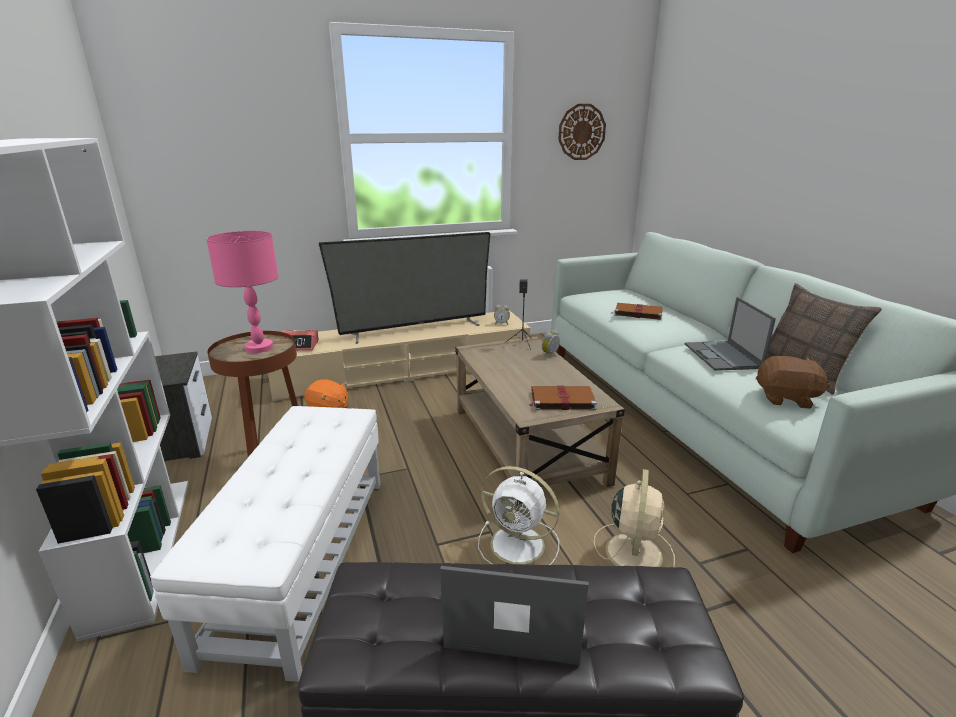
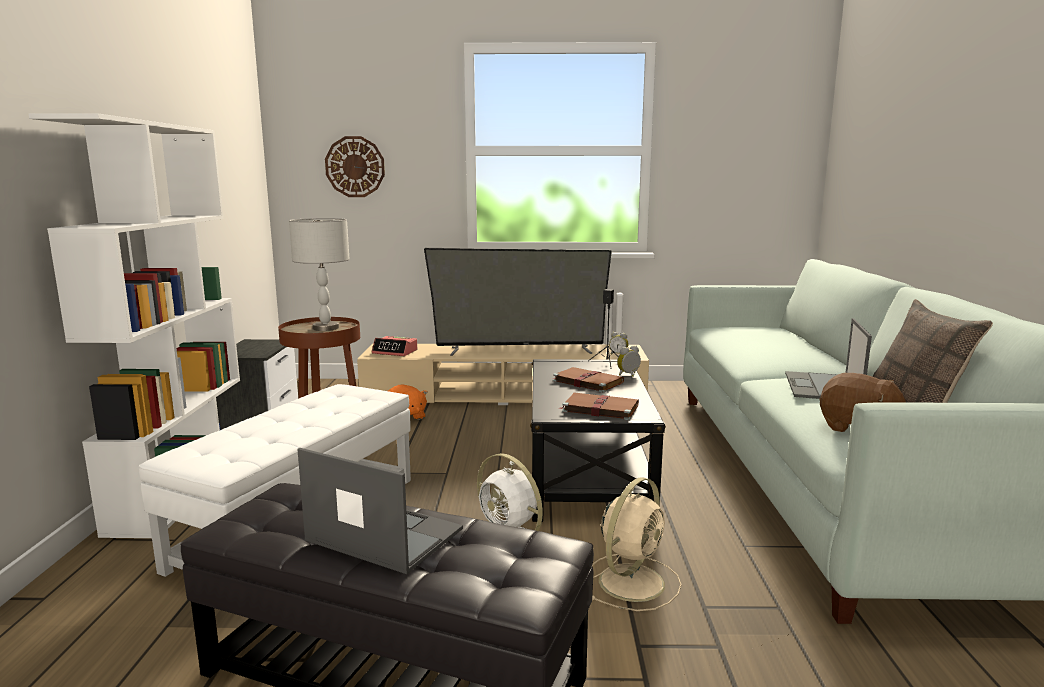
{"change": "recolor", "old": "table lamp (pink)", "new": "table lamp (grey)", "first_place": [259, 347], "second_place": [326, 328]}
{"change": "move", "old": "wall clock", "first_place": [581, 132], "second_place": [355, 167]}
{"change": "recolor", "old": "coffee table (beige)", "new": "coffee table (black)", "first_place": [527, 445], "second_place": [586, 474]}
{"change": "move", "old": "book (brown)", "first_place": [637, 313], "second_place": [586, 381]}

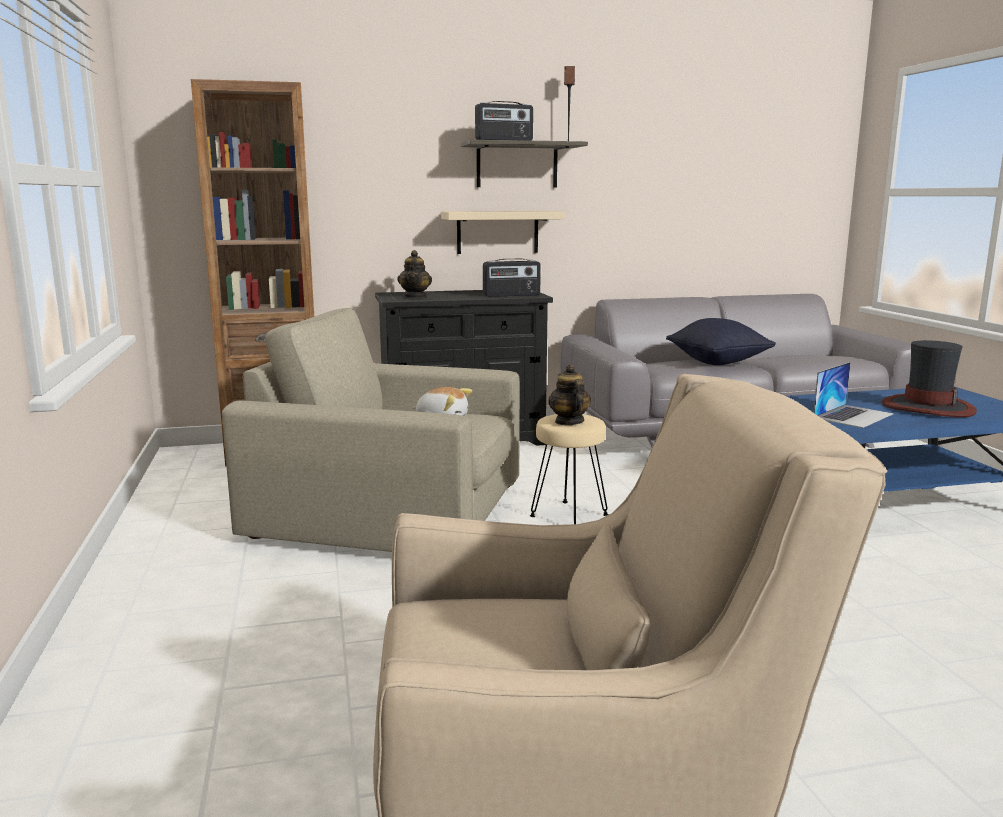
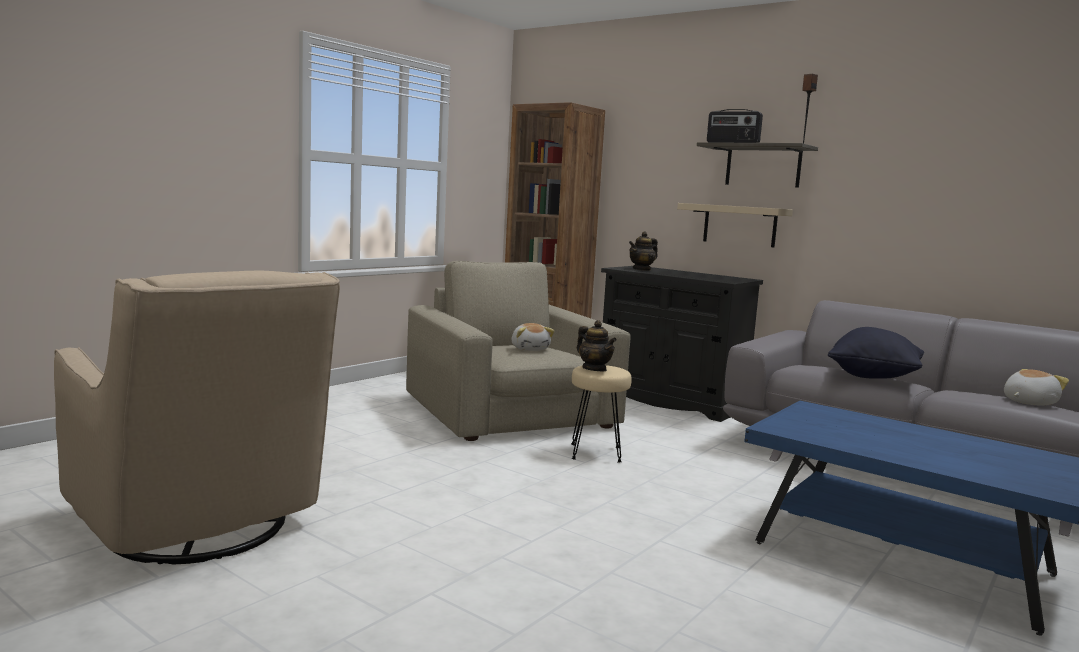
{"change": "rotate", "old": "teapot", "first_place": [569, 422], "second_place": [594, 369], "degrees": 105}
{"change": "insert", "new": "plush toy", "second_place": [1028, 402]}
{"change": "delete", "old": "radio", "first_place": [511, 295]}
{"change": "delete", "old": "laptop", "first_place": [853, 416]}
{"change": "delete", "old": "hat", "first_place": [927, 407]}

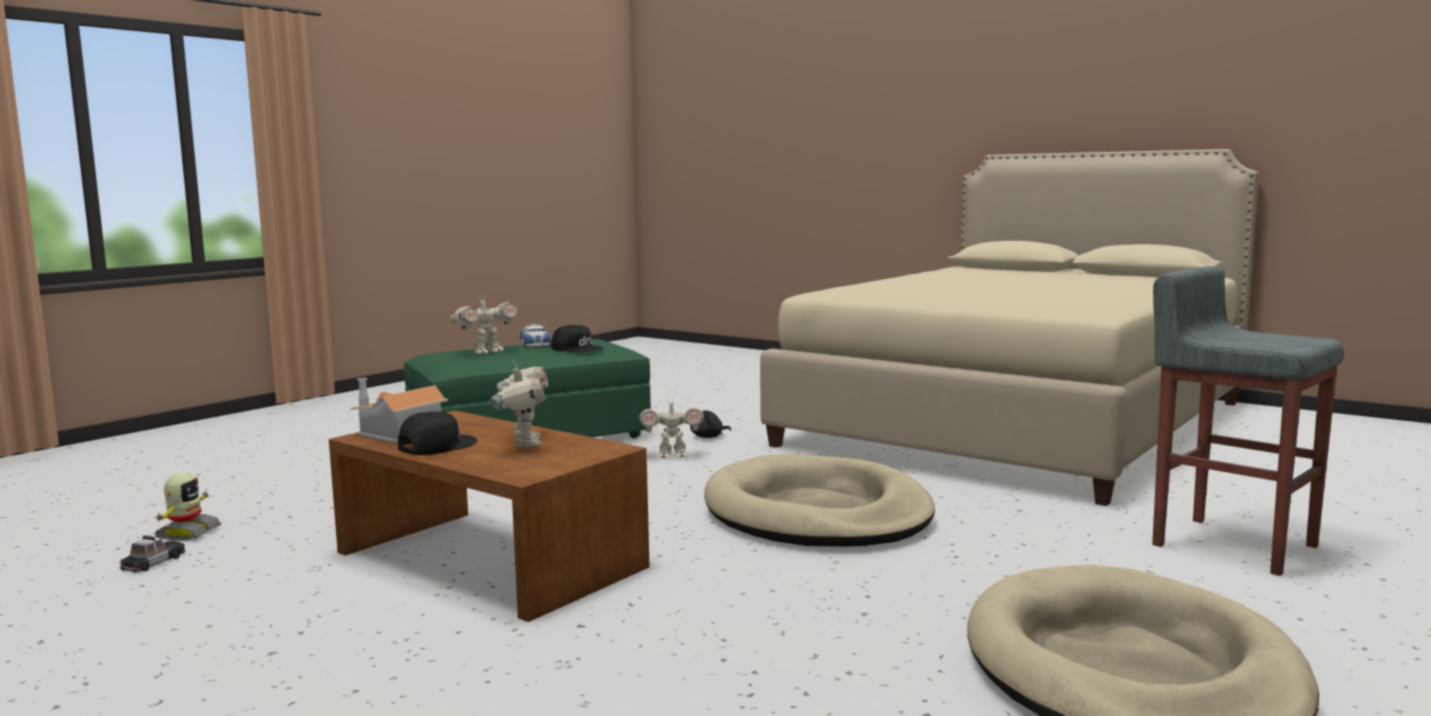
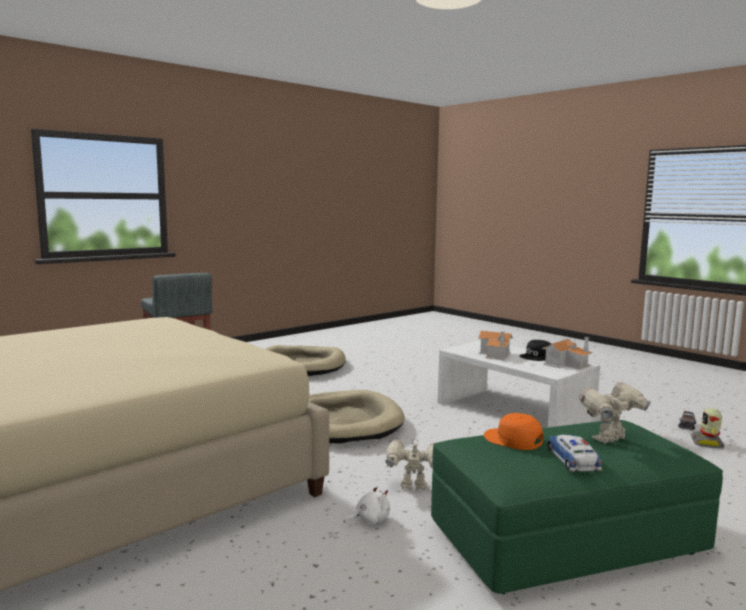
{"change": "recolor", "old": "plush toy (black)", "new": "plush toy (white)", "first_place": [709, 437], "second_place": [370, 519]}
{"change": "recolor", "old": "coffee table (brown)", "new": "coffee table (white)", "first_place": [488, 560], "second_place": [513, 412]}
{"change": "replace", "old": "toy robot", "new": "toy house", "first_place": [524, 443], "second_place": [496, 354]}
{"change": "recolor", "old": "cap (black)", "new": "cap (orange)", "first_place": [577, 348], "second_place": [513, 439]}

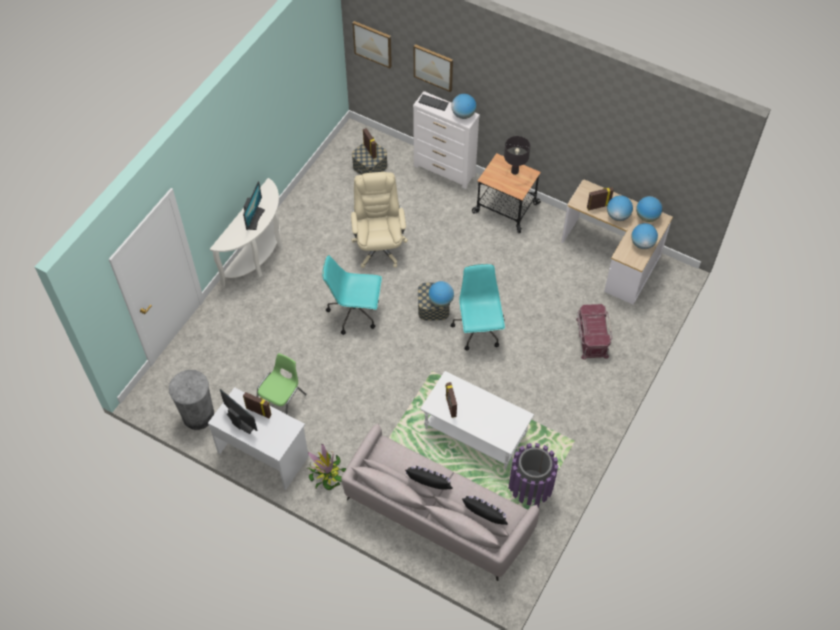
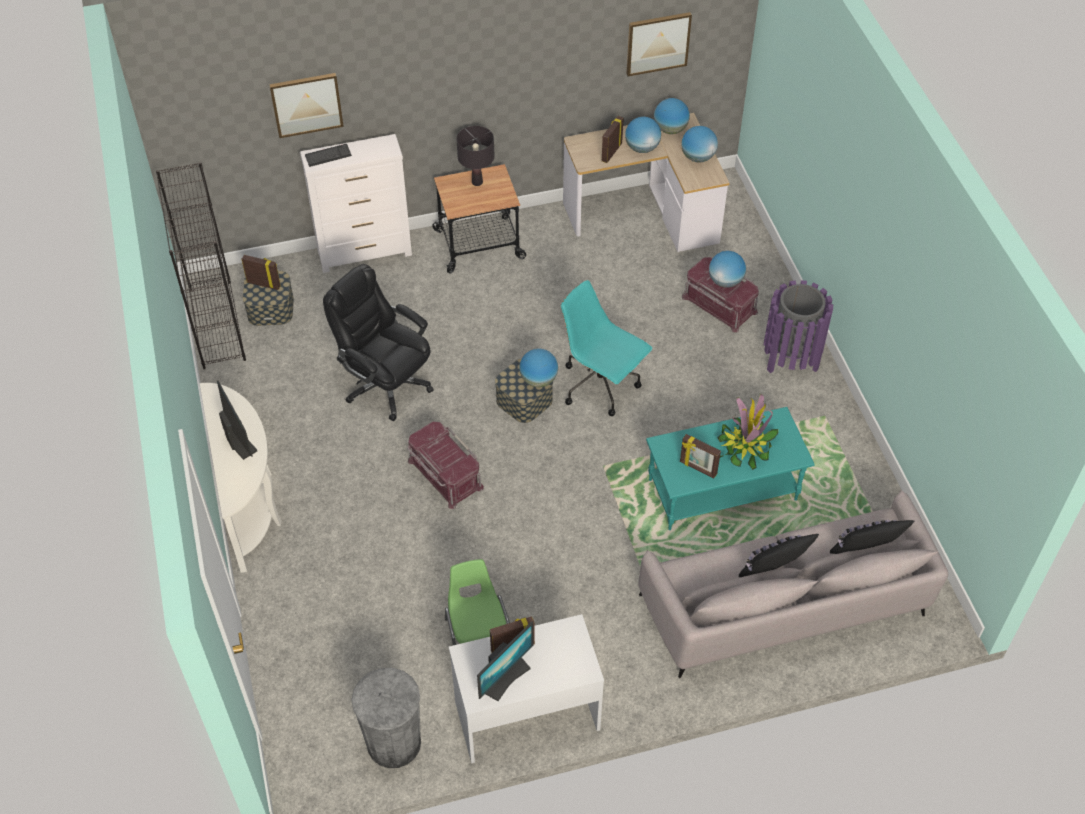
{"change": "insert", "new": "bookcase (black)", "second_place": [216, 324]}
{"change": "recolor", "old": "office chair (beige)", "new": "office chair (black)", "first_place": [379, 246], "second_place": [386, 384]}
{"change": "replace", "old": "office chair (turquoise)", "new": "storage box (red)", "first_place": [355, 313], "second_place": [444, 474]}
{"change": "rotate", "old": "monitor", "first_place": [240, 421], "second_place": [505, 677], "degrees": 135}
{"change": "move", "old": "picture", "first_place": [373, 44], "second_place": [658, 43]}
{"change": "recolor", "old": "coffee table (white)", "new": "coffee table (turquoise)", "first_place": [474, 433], "second_place": [722, 491]}
{"change": "move", "old": "globe", "first_place": [463, 114], "second_place": [725, 281]}
{"change": "move", "old": "potted plant", "first_place": [327, 474], "second_place": [744, 447]}
{"change": "move", "old": "trash can (purple)", "first_place": [530, 490], "second_place": [790, 358]}

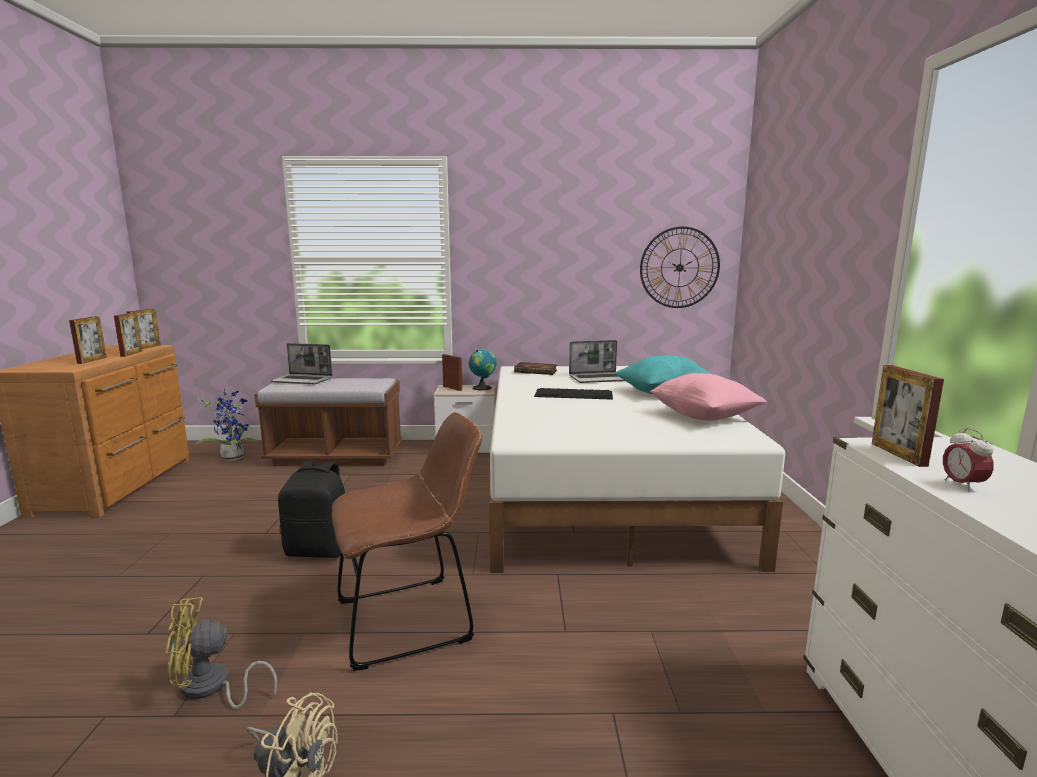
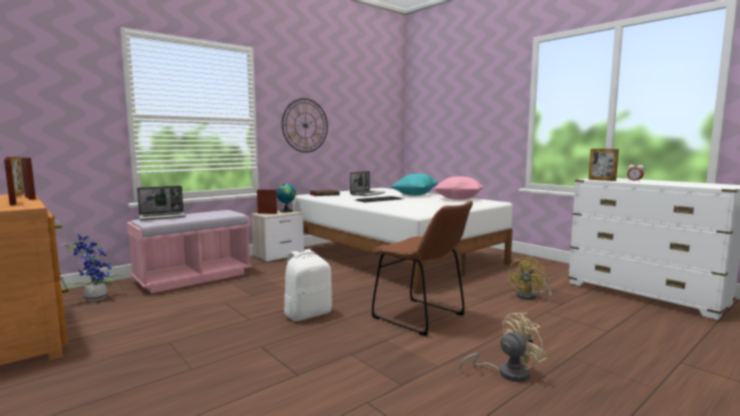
{"change": "recolor", "old": "bench (brown)", "new": "bench (pink)", "first_place": [336, 456], "second_place": [193, 278]}
{"change": "move", "old": "wall clock", "first_place": [679, 267], "second_place": [305, 125]}
{"change": "recolor", "old": "backpack (black)", "new": "backpack (white)", "first_place": [319, 550], "second_place": [308, 314]}
{"change": "rotate", "old": "chair (brown)", "first_place": [411, 619], "second_place": [422, 318], "degrees": 105}
{"change": "move", "old": "fan (yellow)", "first_place": [211, 688], "second_place": [530, 296]}

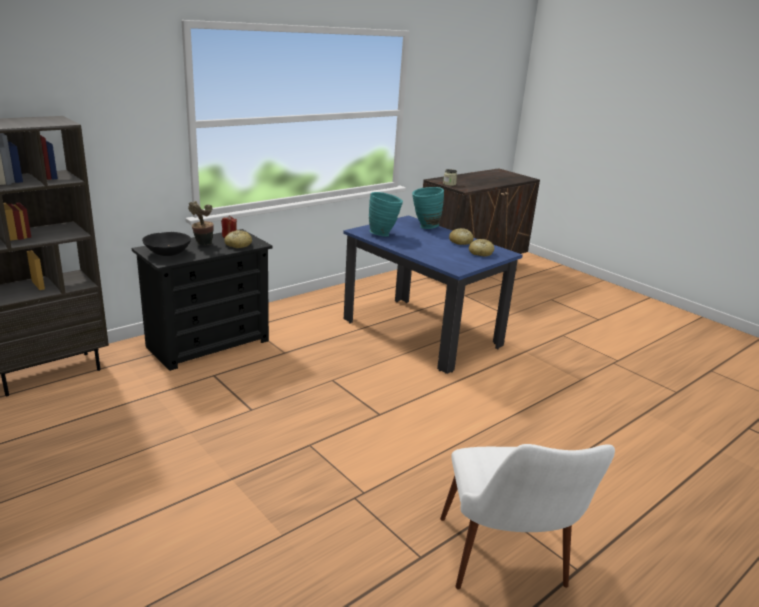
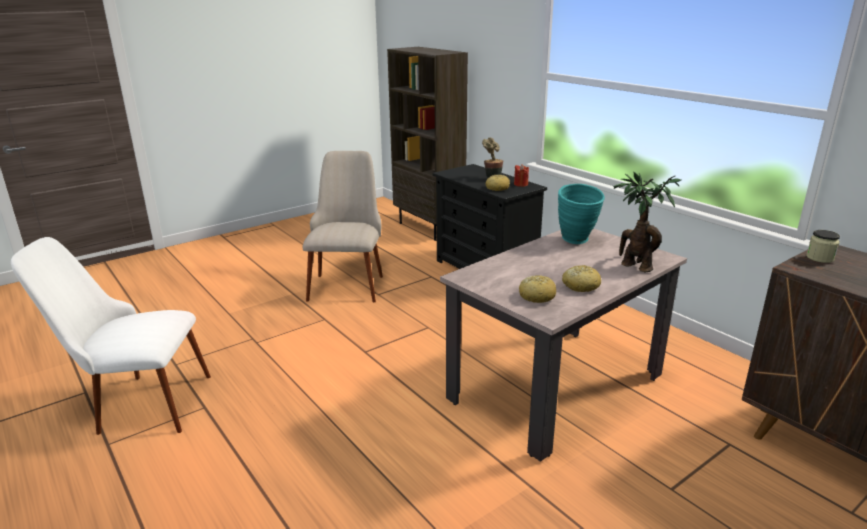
{"change": "insert", "new": "chair (beige)", "second_place": [348, 281]}
{"change": "recolor", "old": "dining table (blue)", "new": "dining table (beige)", "first_place": [421, 333], "second_place": [556, 387]}
{"change": "replace", "old": "vase (turquoise)", "new": "potted plant", "first_place": [424, 227], "second_place": [634, 265]}
{"change": "delete", "old": "bowl (black)", "first_place": [167, 253]}

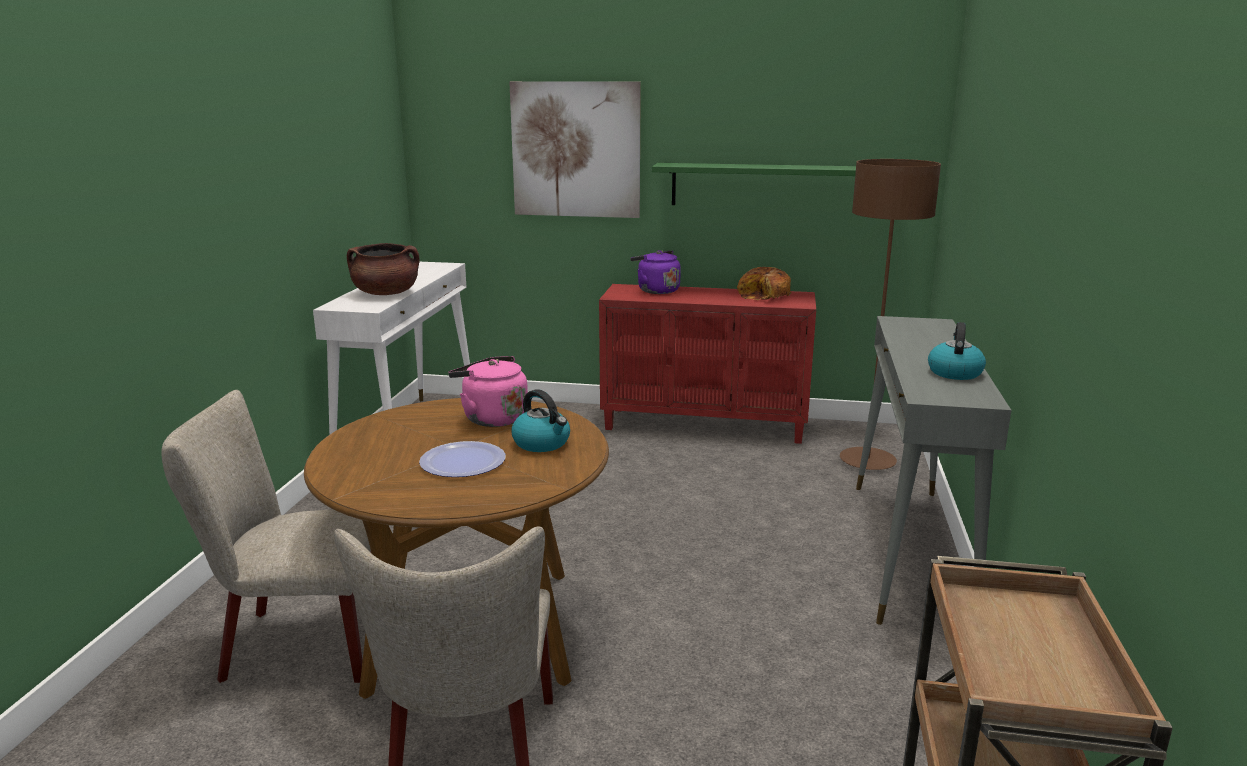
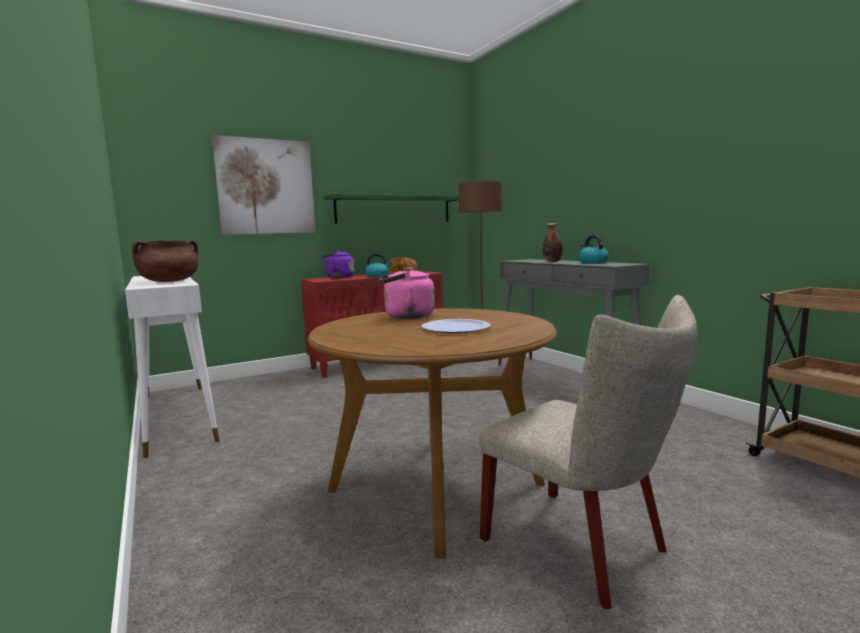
{"change": "move", "old": "kettle", "first_place": [542, 443], "second_place": [378, 276]}
{"change": "insert", "new": "bottle", "second_place": [552, 261]}
{"change": "delete", "old": "chair (beige)", "first_place": [296, 644]}

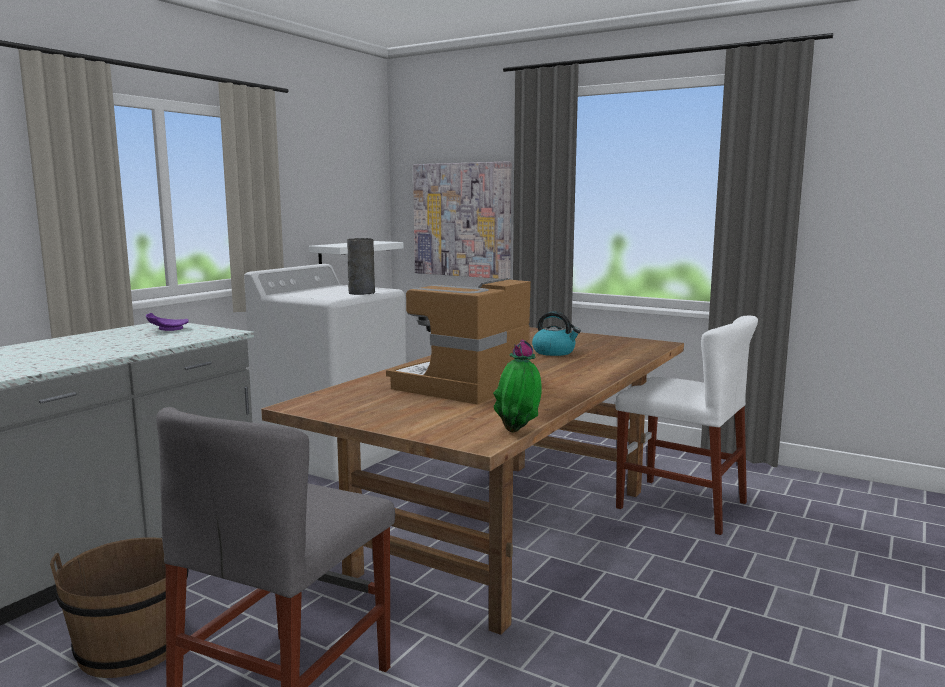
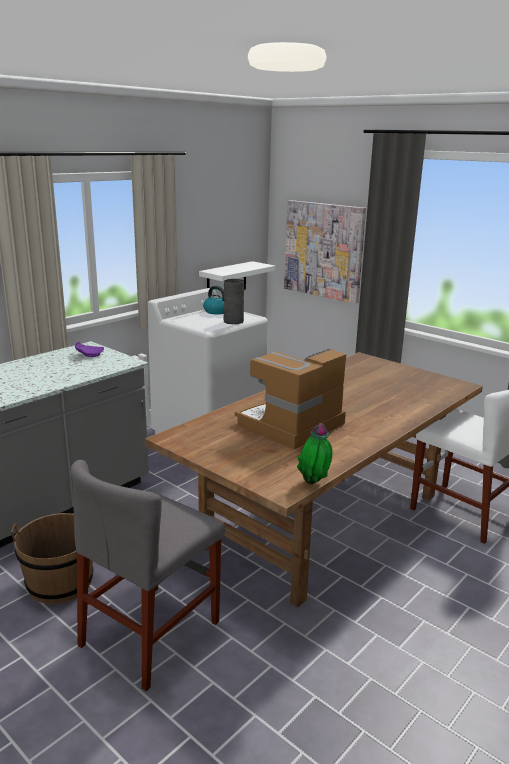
{"change": "move", "old": "kettle", "first_place": [554, 352], "second_place": [217, 311]}

